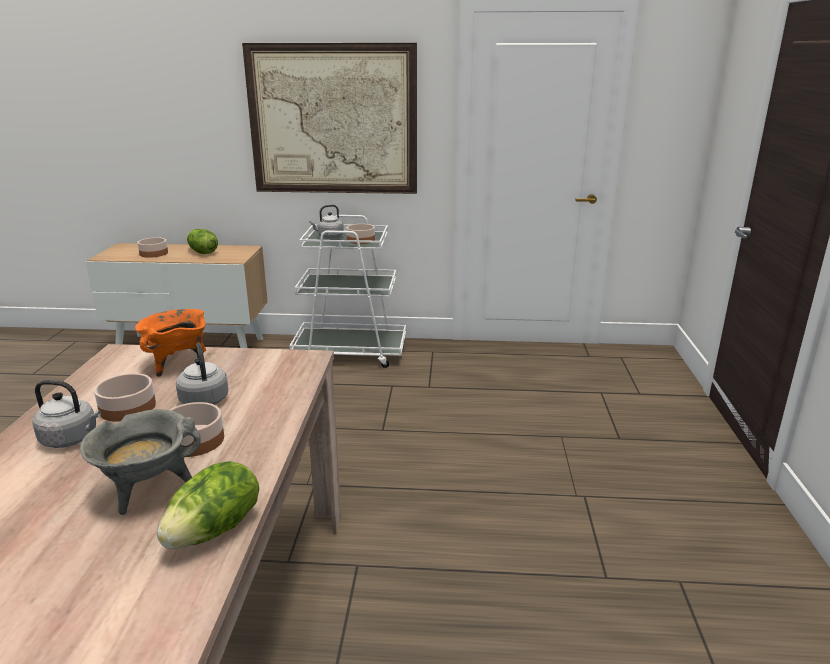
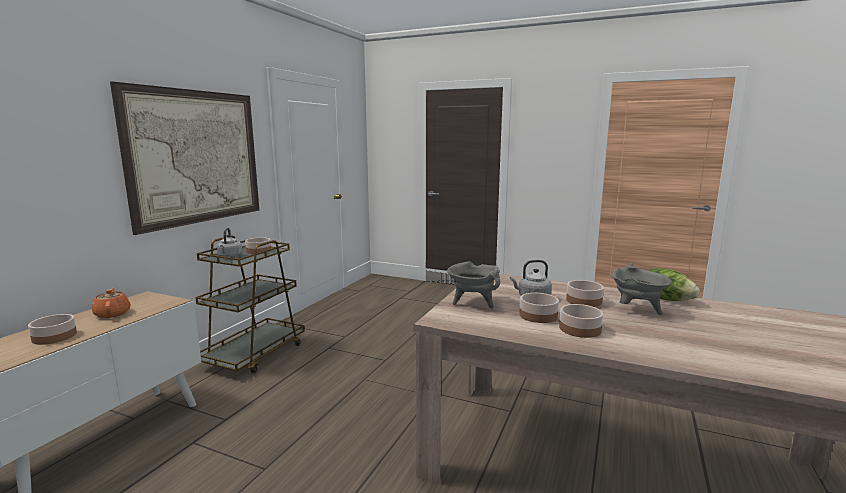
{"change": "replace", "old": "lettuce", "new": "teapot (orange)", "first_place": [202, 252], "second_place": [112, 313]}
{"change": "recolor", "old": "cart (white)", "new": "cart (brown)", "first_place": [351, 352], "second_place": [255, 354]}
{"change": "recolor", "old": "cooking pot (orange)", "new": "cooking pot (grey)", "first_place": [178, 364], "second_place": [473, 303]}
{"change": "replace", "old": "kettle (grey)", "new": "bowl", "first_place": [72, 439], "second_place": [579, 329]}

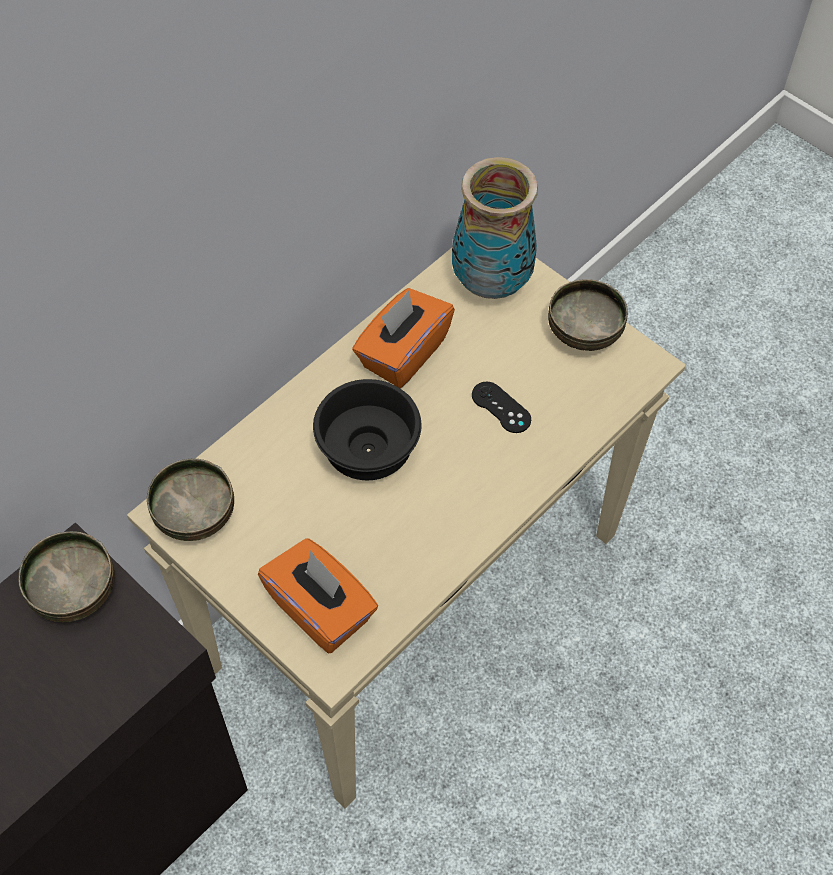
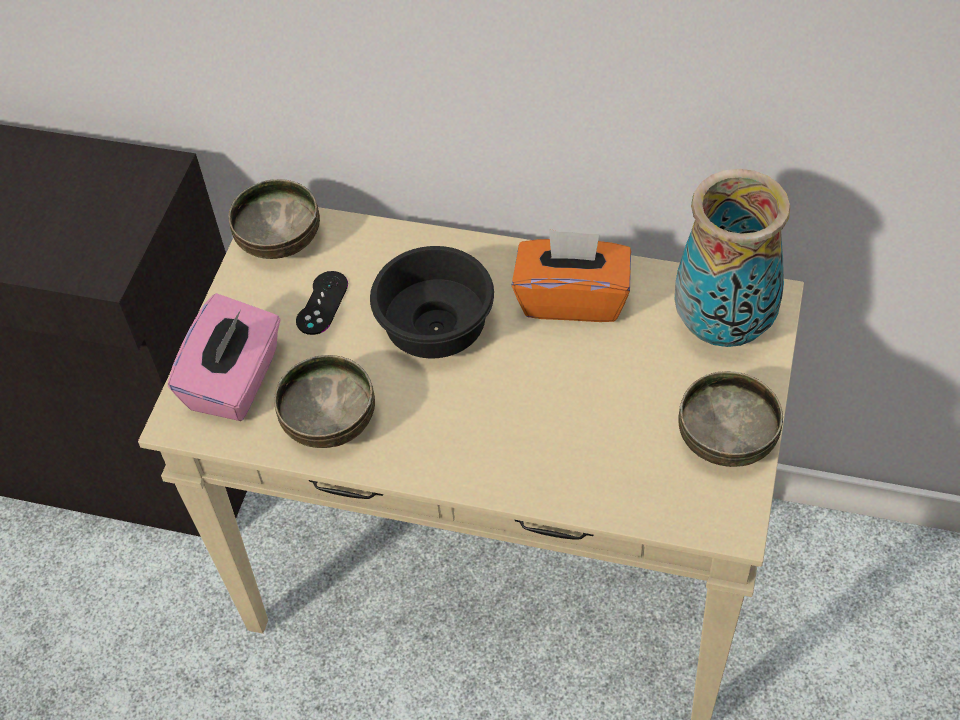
{"change": "recolor", "old": "tissue box (orange)", "new": "tissue box (pink)", "first_place": [321, 609], "second_place": [236, 381]}
{"change": "move", "old": "bowl", "first_place": [75, 590], "second_place": [331, 422]}
{"change": "move", "old": "game controller (black)", "first_place": [501, 407], "second_place": [322, 303]}

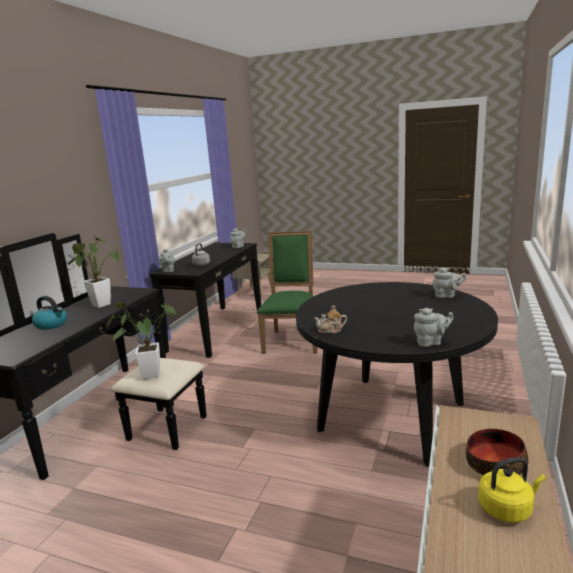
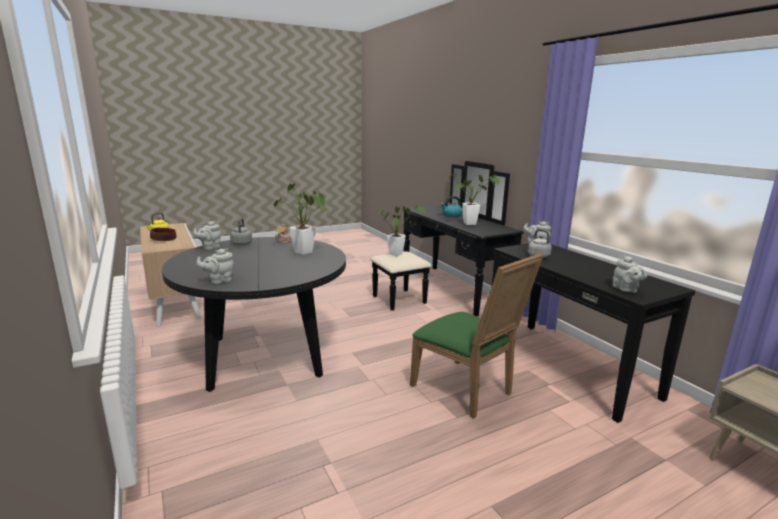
{"change": "insert", "new": "kettle (grey)", "second_place": [242, 243]}
{"change": "insert", "new": "potted plant", "second_place": [306, 253]}

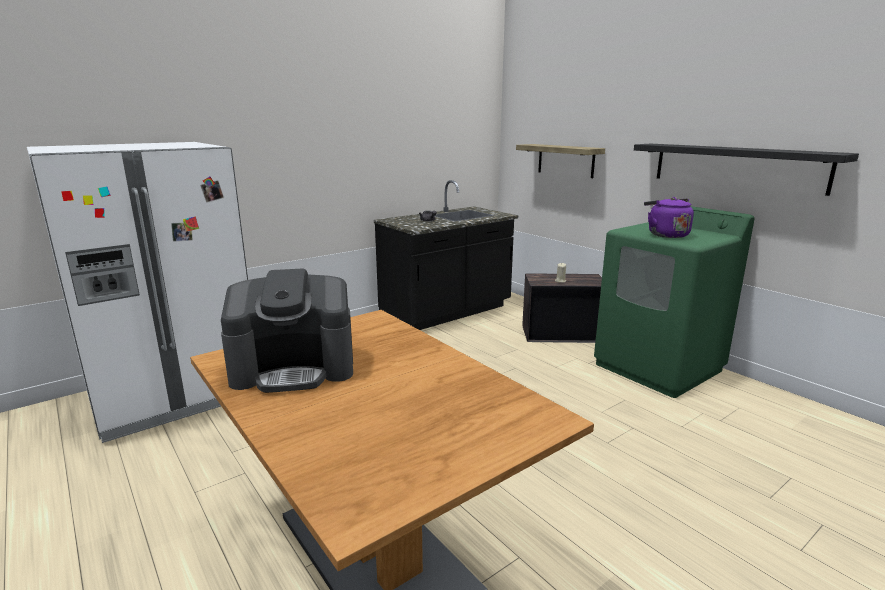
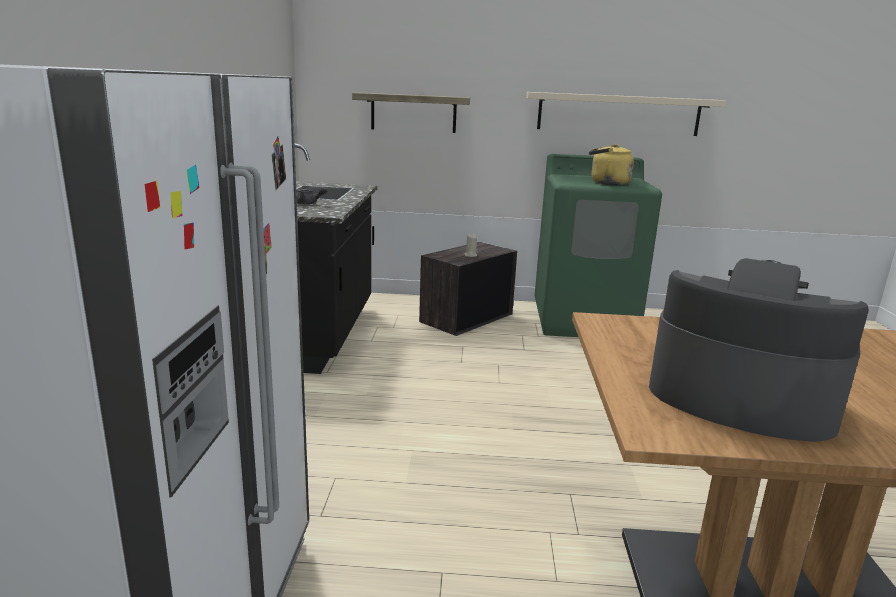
{"change": "recolor", "old": "shelf (black)", "new": "shelf (beige)", "first_place": [736, 167], "second_place": [618, 114]}
{"change": "recolor", "old": "kettle (purple)", "new": "kettle (yellow)", "first_place": [665, 235], "second_place": [607, 183]}
{"change": "rotate", "old": "coffee machine", "first_place": [294, 368], "second_place": [739, 397], "degrees": -90}

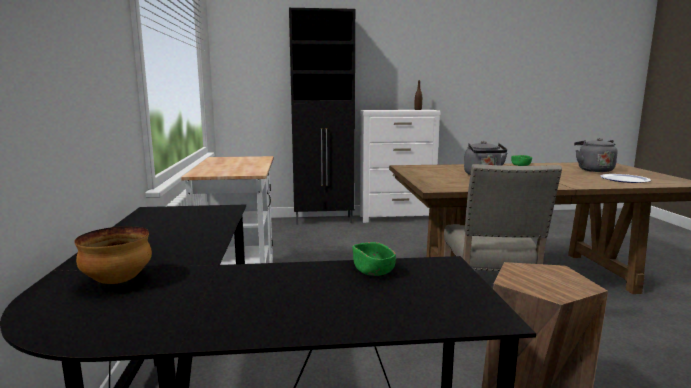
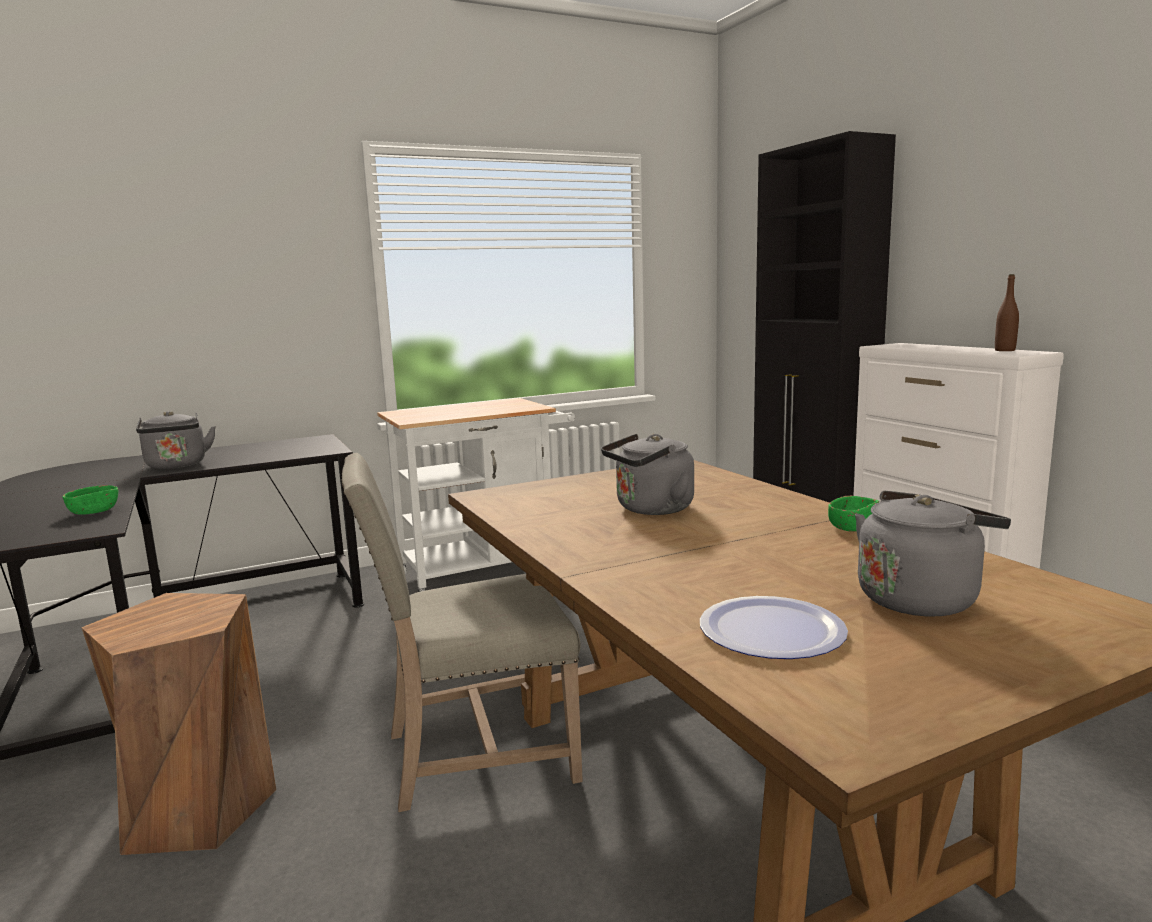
{"change": "insert", "new": "kettle (grey)", "second_place": [177, 466]}
{"change": "delete", "old": "bowl", "first_place": [118, 281]}

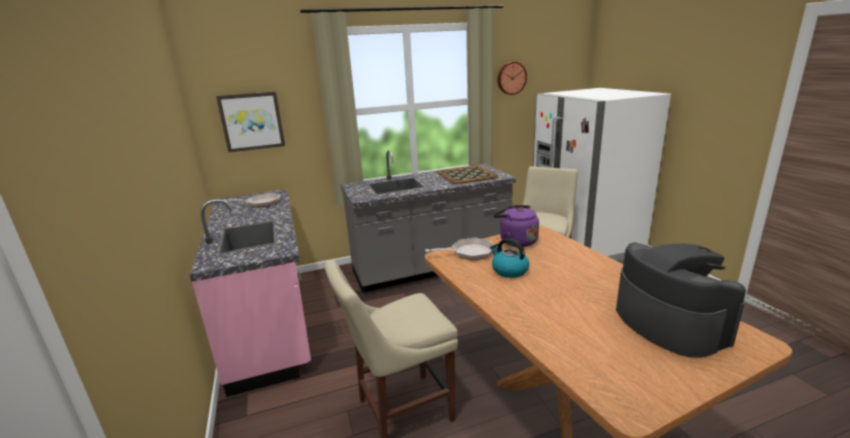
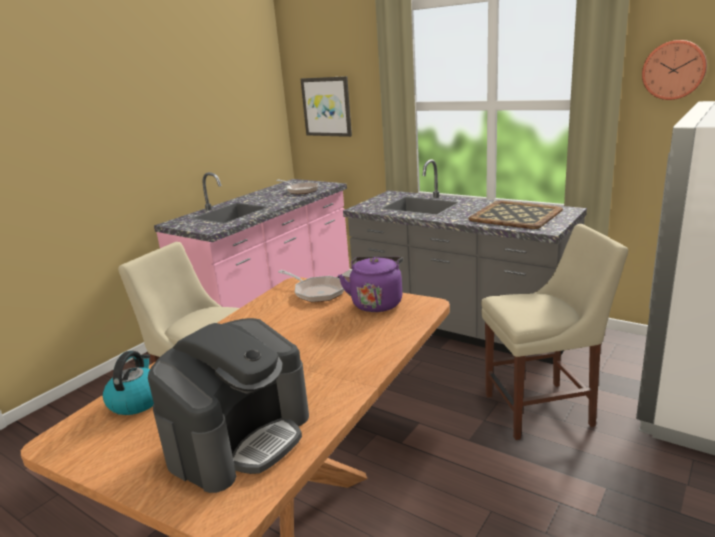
{"change": "move", "old": "kettle", "first_place": [509, 270], "second_place": [137, 401]}

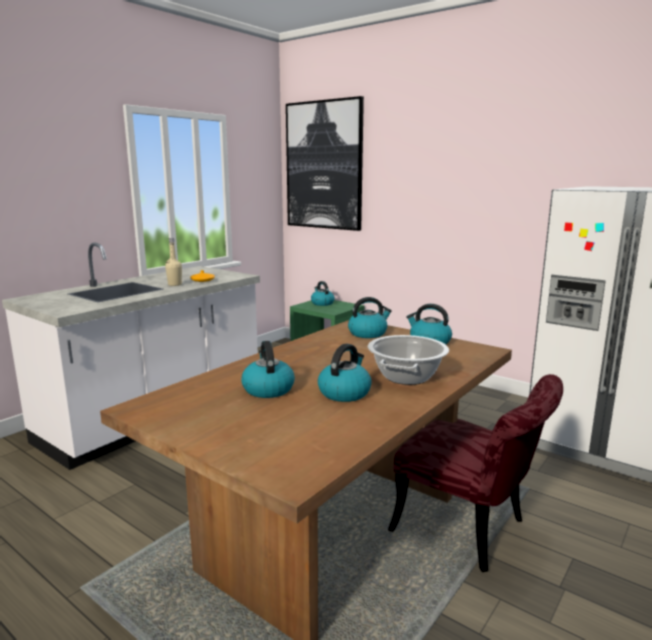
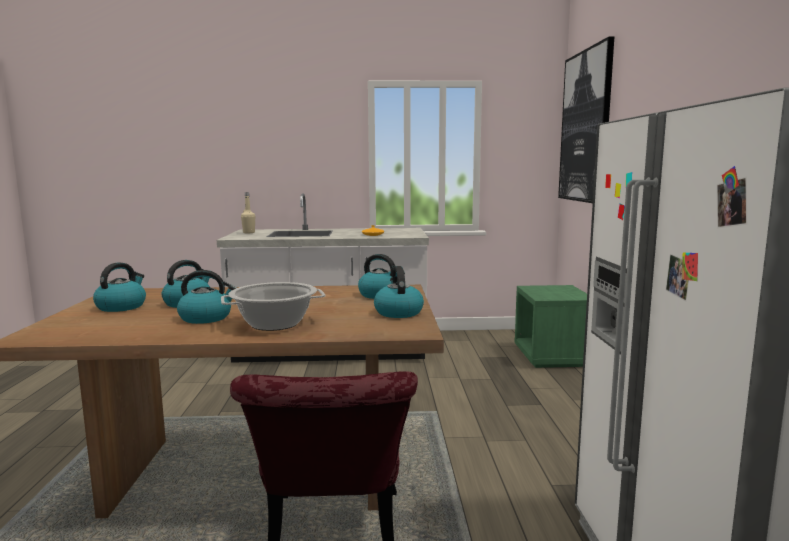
{"change": "move", "old": "kettle", "first_place": [322, 303], "second_place": [121, 306]}
{"change": "move", "old": "bottle (beige)", "first_place": [175, 284], "second_place": [249, 232]}

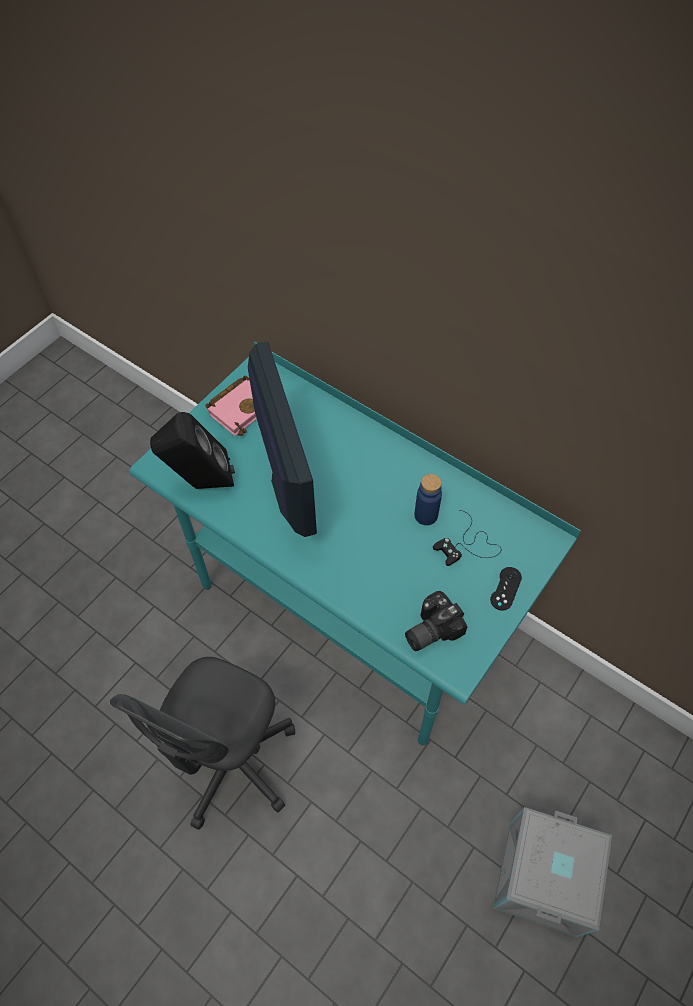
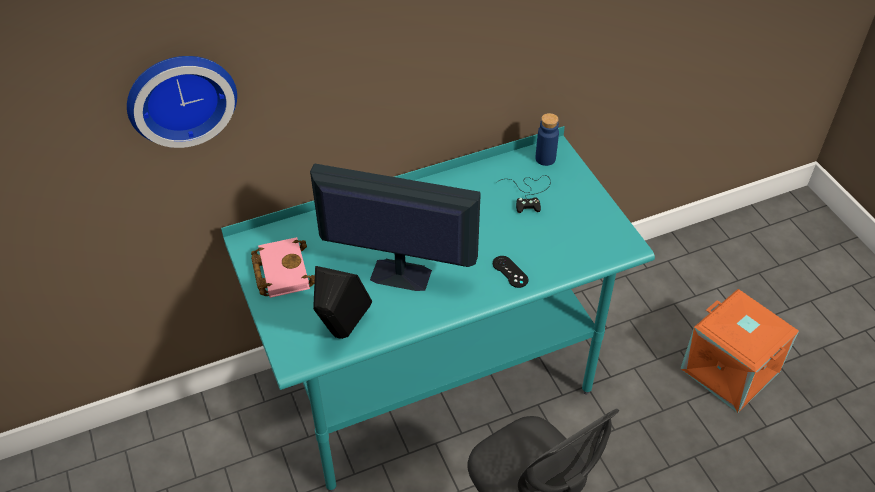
{"change": "insert", "new": "wall clock", "second_place": [180, 96]}
{"change": "move", "old": "game controller (black)", "first_place": [505, 588], "second_place": [510, 272]}
{"change": "move", "old": "bottle (blue)", "first_place": [426, 515], "second_place": [545, 158]}
{"change": "recolor", "old": "storage box (grey)", "new": "storage box (orange)", "first_place": [543, 879], "second_place": [731, 370]}
{"change": "delete", "old": "photo camera", "first_place": [429, 628]}

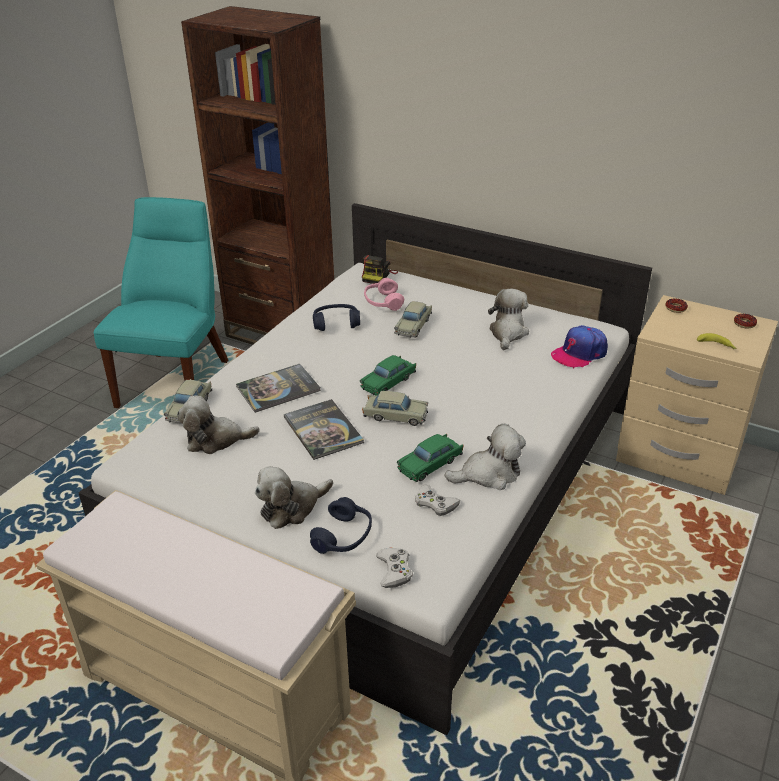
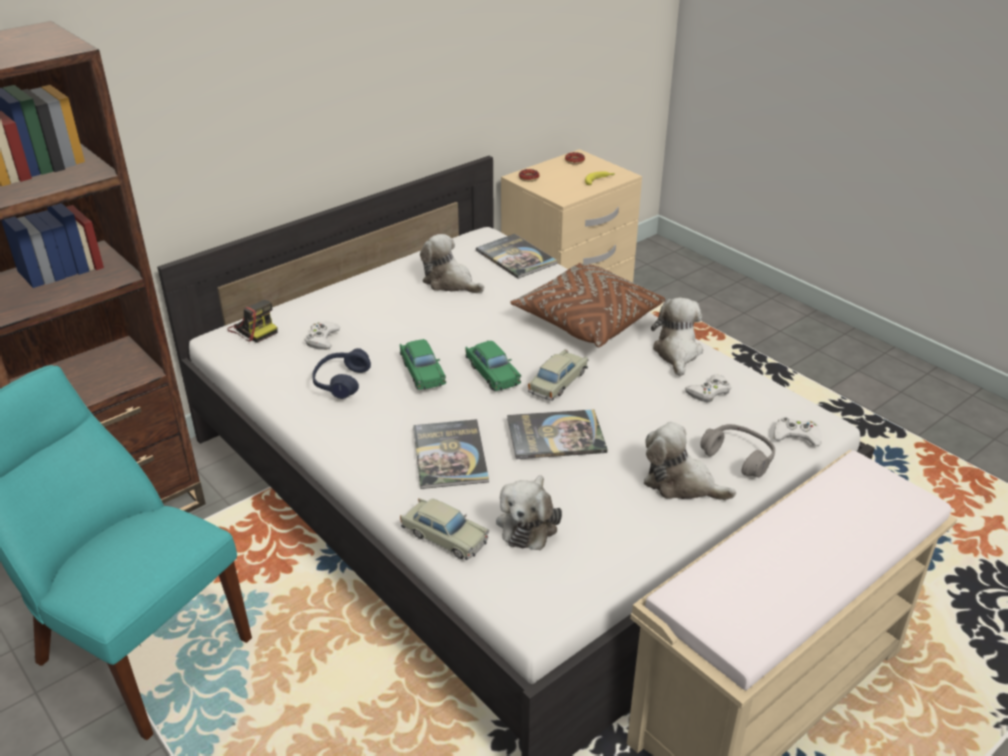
{"change": "replace", "old": "headphones (pink)", "new": "game controller (white)", "first_place": [383, 302], "second_place": [322, 339]}
{"change": "move", "old": "toy car (green)", "first_place": [430, 464], "second_place": [422, 371]}
{"change": "replace", "old": "cap", "new": "book", "first_place": [579, 353], "second_place": [516, 257]}
{"change": "insert", "new": "pillow (brown)", "second_place": [586, 320]}
{"change": "rotate", "old": "plush toy", "first_place": [292, 507], "second_place": [681, 483], "degrees": 135}
{"change": "recolor", "old": "headphones (blue)", "new": "headphones (grey)", "first_place": [343, 536], "second_place": [738, 457]}
{"change": "delete", "old": "toy car (beige)", "first_place": [413, 326]}

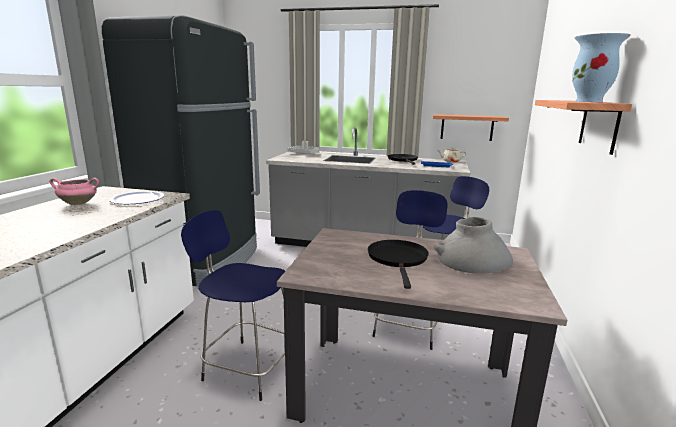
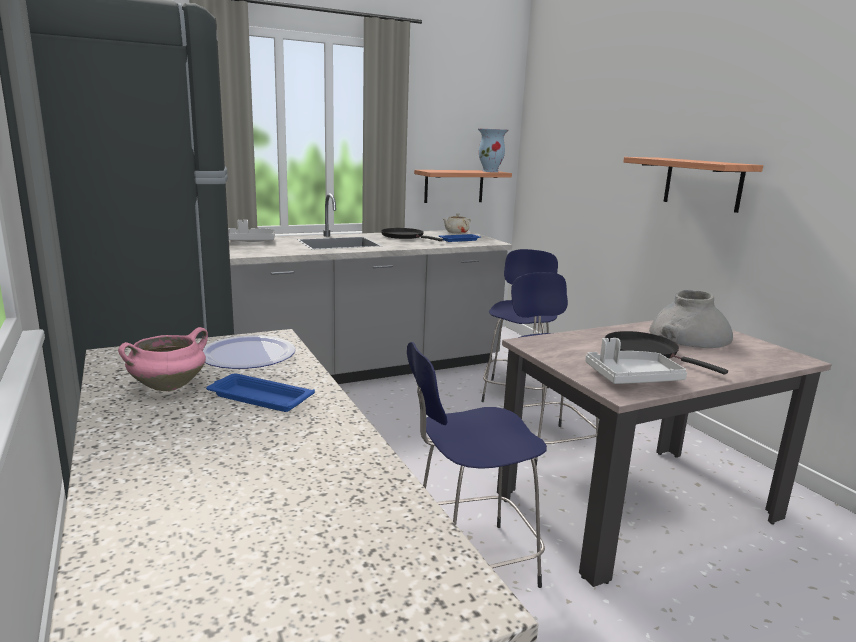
{"change": "insert", "new": "tray (blue)", "second_place": [258, 398]}
{"change": "move", "old": "vase", "first_place": [590, 101], "second_place": [490, 171]}
{"change": "insert", "new": "tray (grey)", "second_place": [632, 378]}

